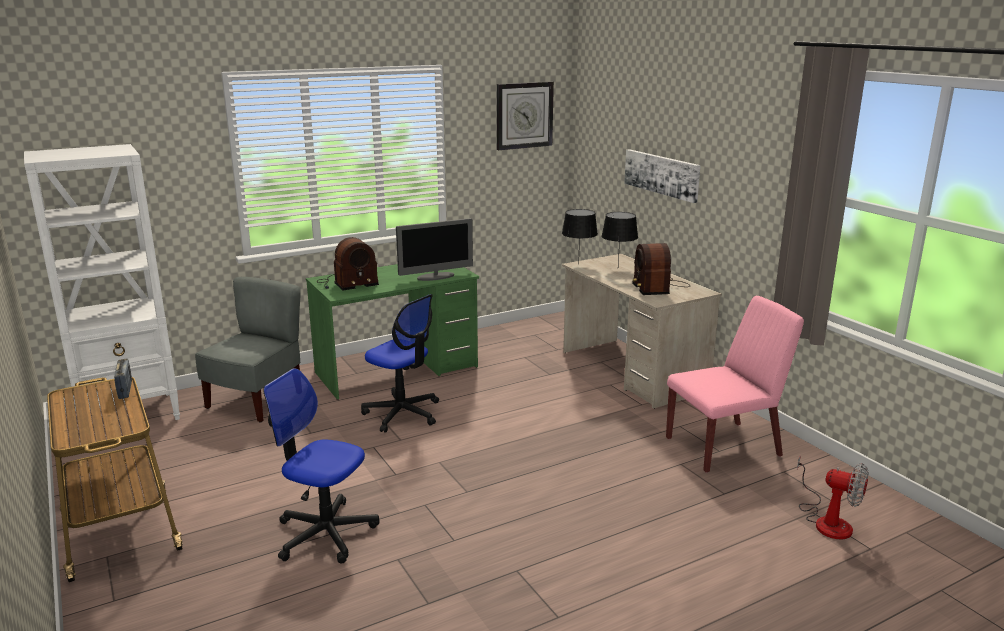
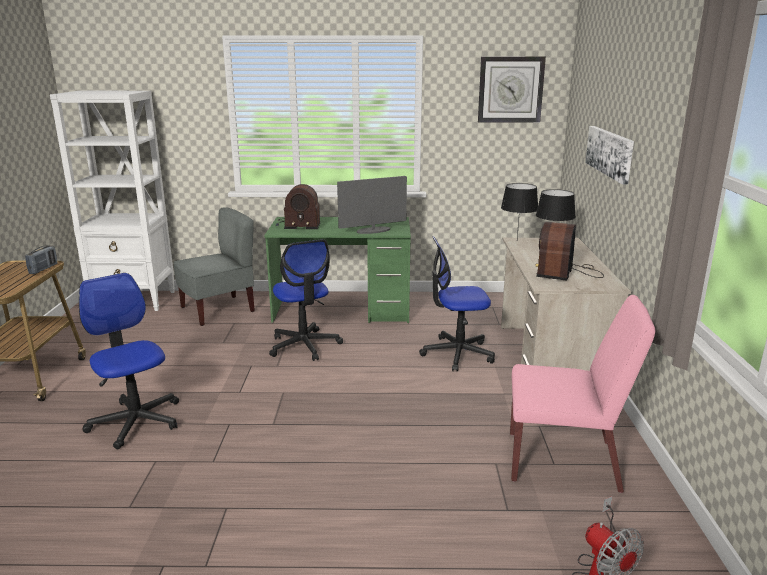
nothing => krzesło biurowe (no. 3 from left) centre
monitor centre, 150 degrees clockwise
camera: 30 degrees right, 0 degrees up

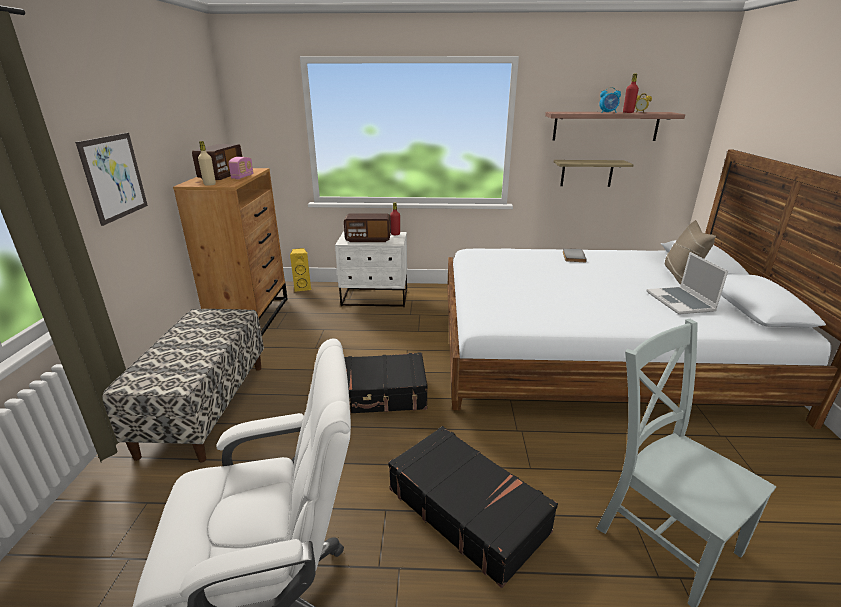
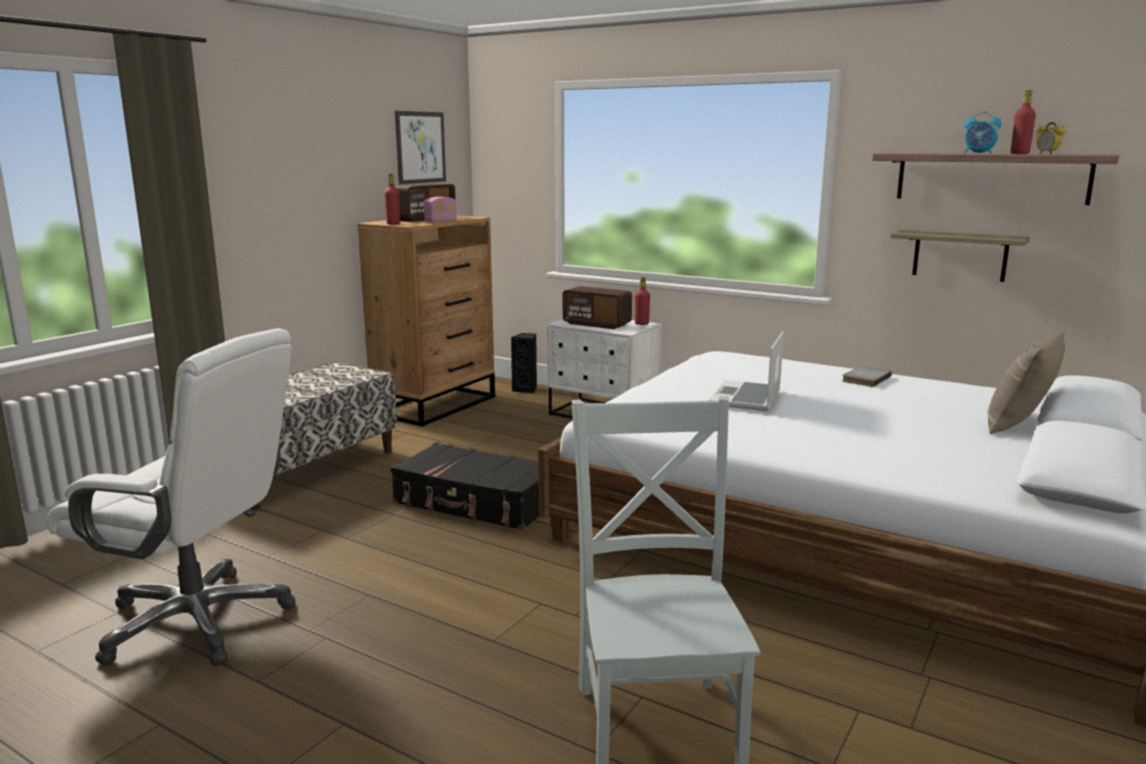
walizka/czarny (no. 2 from left) bottom centre => nothing
obraz top left => obraz top centre, relocated
laptop middle right => laptop centre, relocated
butelka/beżowy top left => butelka/czerwony (no. 1 from left) top centre
głośnik/żółty centre => głośnik/czarny centre
camera: 30 degrees right, 10 degrees down

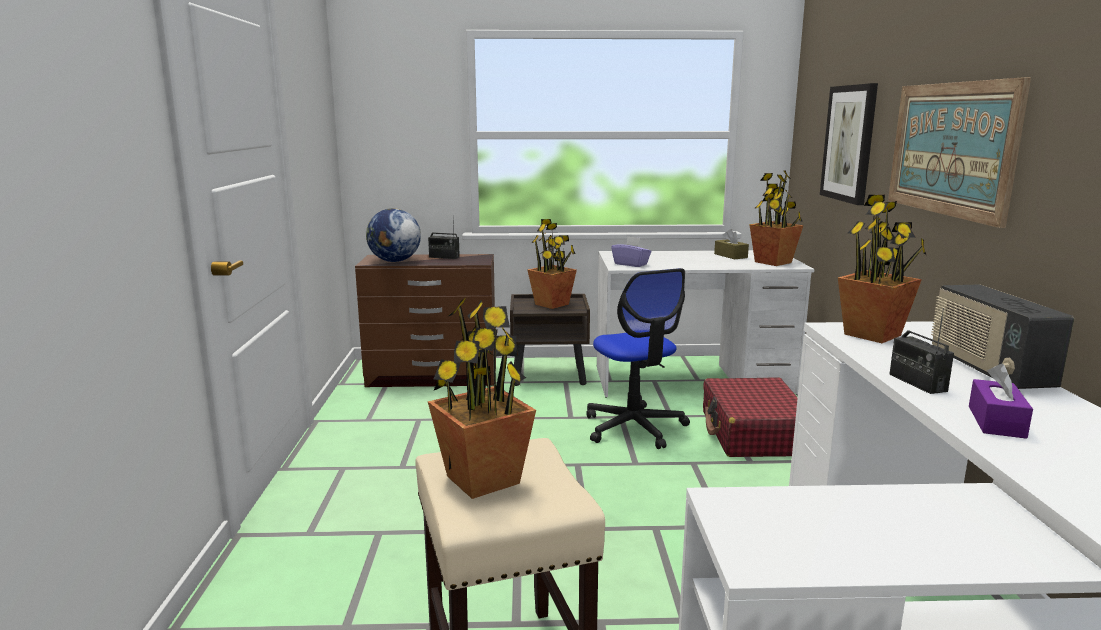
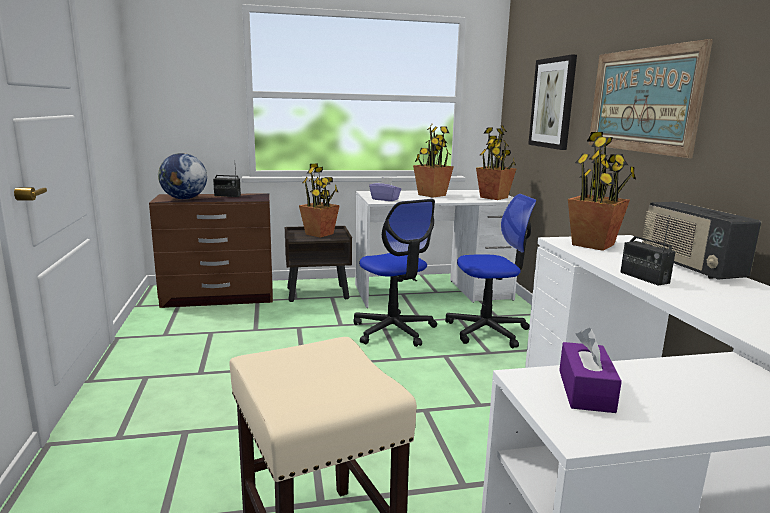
pudełko chusteczek/brązowy centre => nothing
roślina doniczkowa (no. 1 from left in the first image) centre => roślina doniczkowa (no. 2 from left) top centre, relocated
pudełko chusteczek/fioletowy (no. 2 from left) middle right => pudełko chusteczek/fioletowy (no. 2 from left) bottom right, relocated
walizka/czerwony middle right => krzesło biurowe (no. 2 from left) centre
camera: 10 degrees left, 0 degrees up

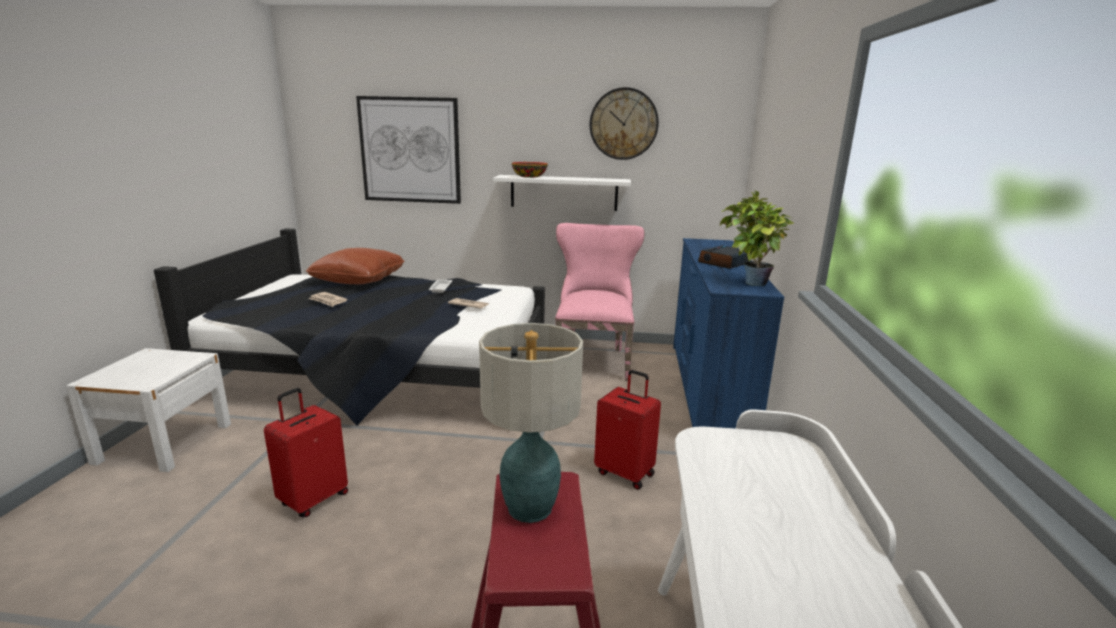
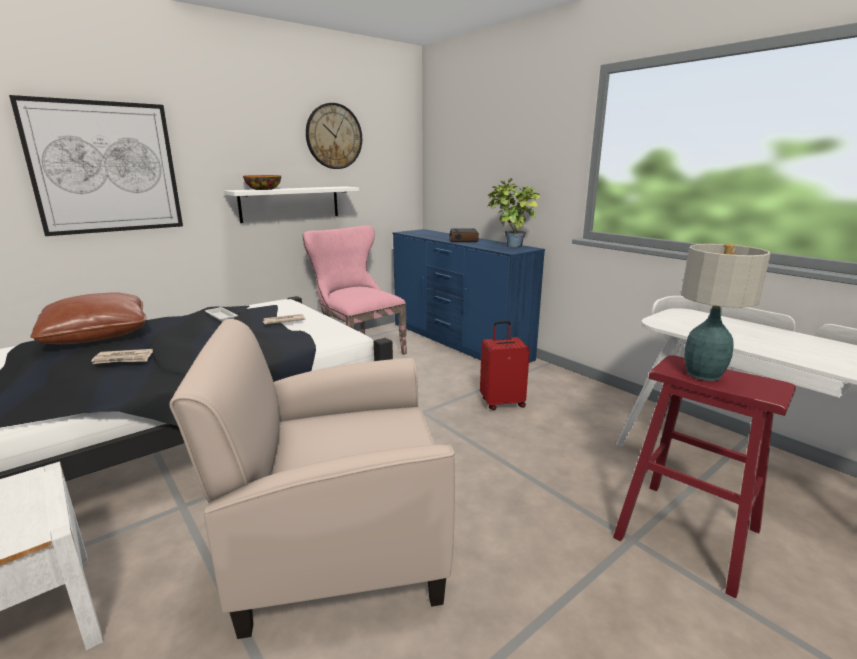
walizka/czerwony (no. 1 from left) bottom left => fotel/beżowy bottom centre
camera: 45 degrees left, 0 degrees up

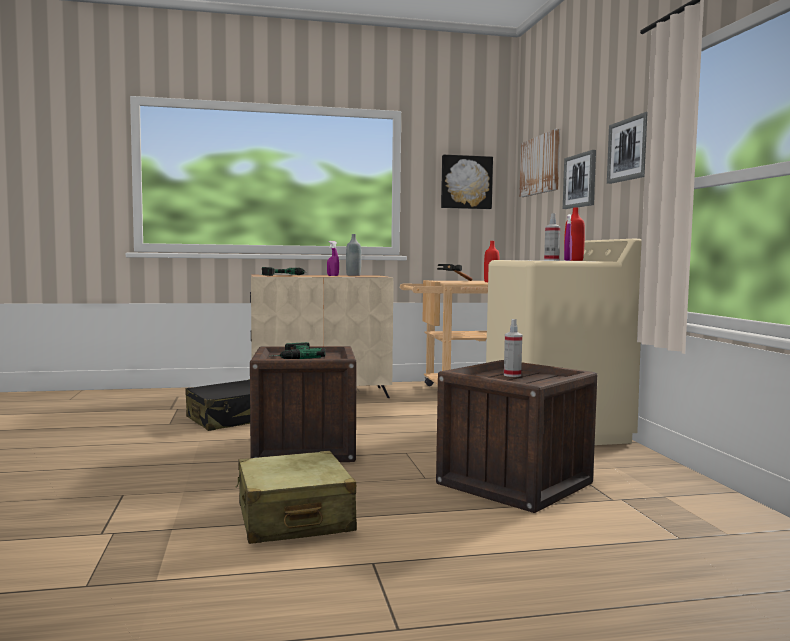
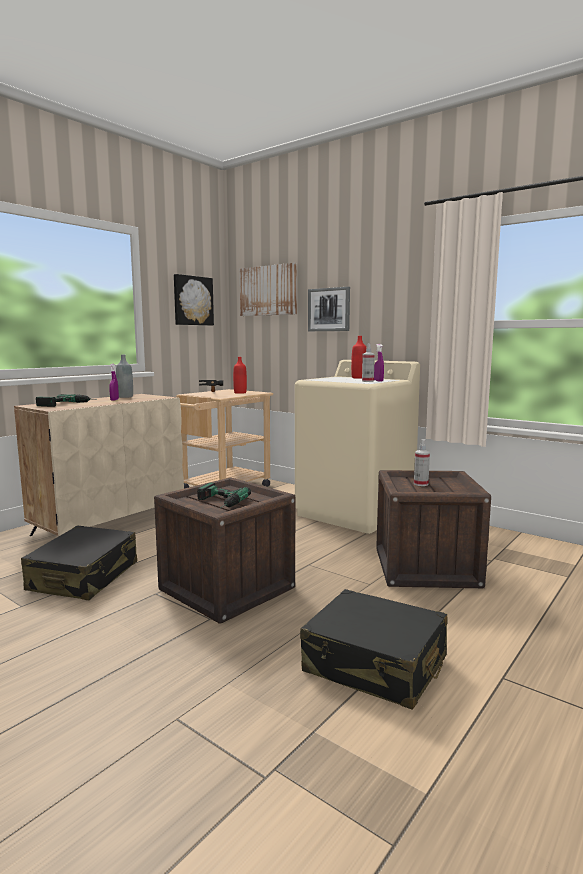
obraz (no. 4 from left) top right => nothing
walizka/beżowy bottom centre => walizka/czarny (no. 2 from left) bottom centre
camera: 40 degrees left, 5 degrees up

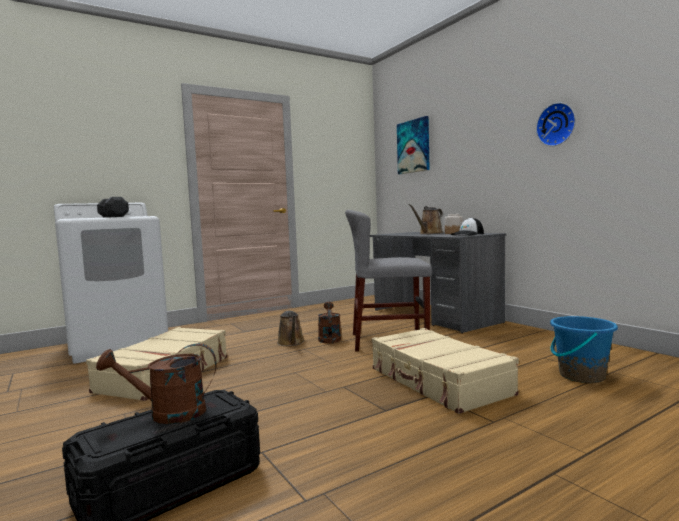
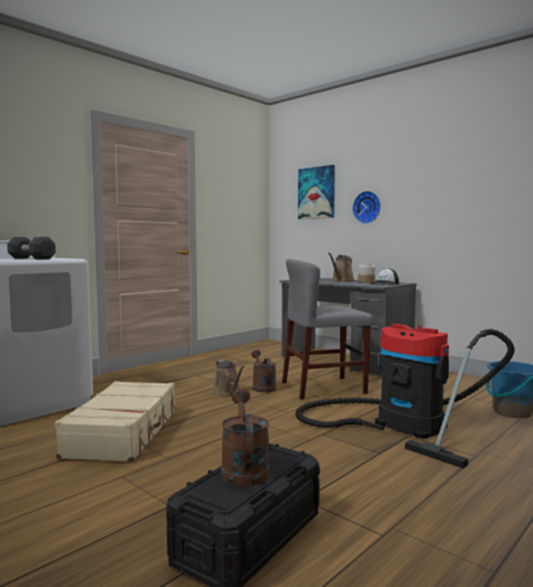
zegar ścienny top right => zegar ścienny middle right, relocated
walizka/beżowy (no. 2 from left) bottom centre => odkurzacz bottom right
konewka/brązowy (no. 1 from left in the first image) bottom left => konewka/brązowy (no. 2 from left) bottom centre, 105 degrees clockwise
camera: 15 degrees left, 0 degrees up

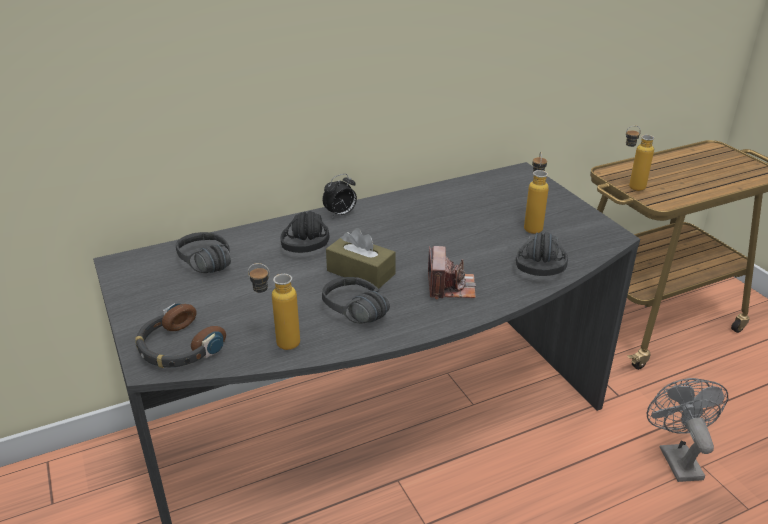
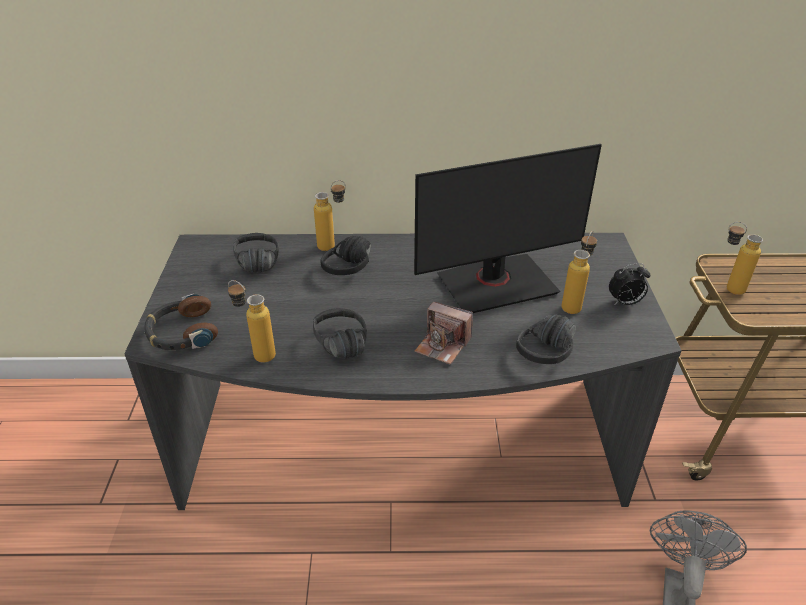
pudełko chusteczek/brązowy centre => nothing
nothing => butelka (no. 2 from left) centre
nothing => monitor centre
budzik centre => budzik middle right, relocated
aparat fotograficzny centre, 90 degrees clockwise
camera: 25 degrees right, 5 degrees up

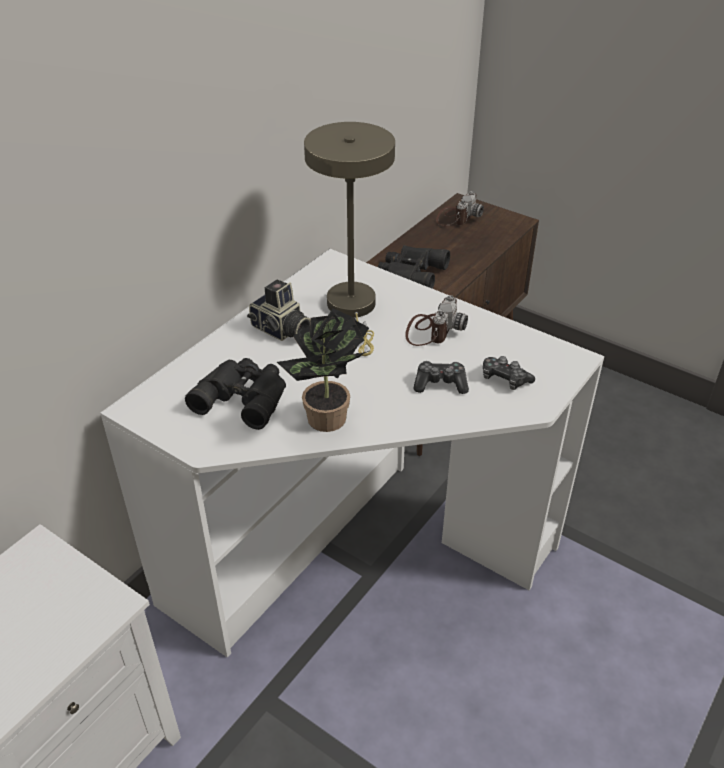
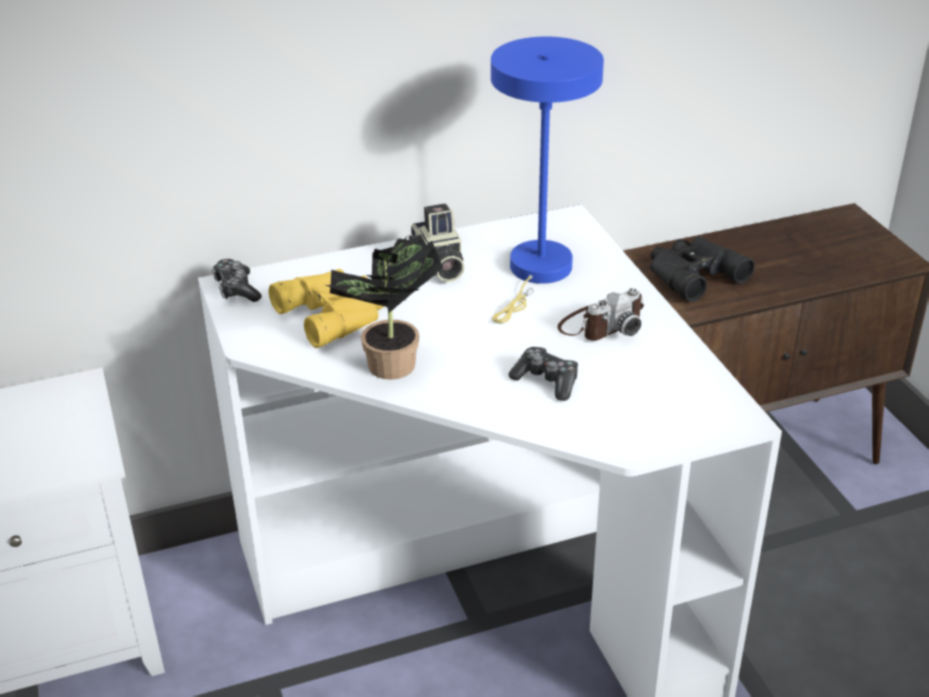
aparat fotograficzny (no. 3 from left) top centre => nothing
pad do gier (no. 2 from left in the first image) middle right => pad do gier (no. 1 from left) middle left, relocated
lornetka/czarny (no. 1 from left) middle left => lornetka/żółty centre
lampa stołowa/beżowy top centre => lampa stołowa/niebieski top centre
camera: 35 degrees right, 5 degrees down

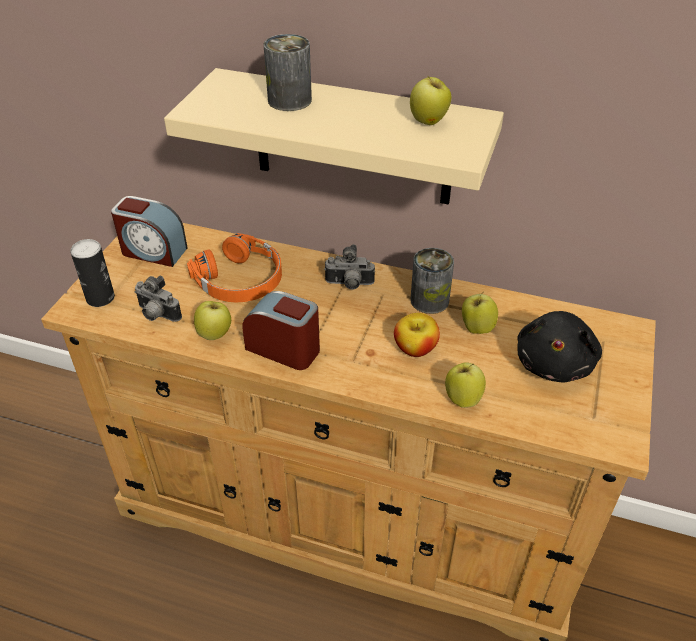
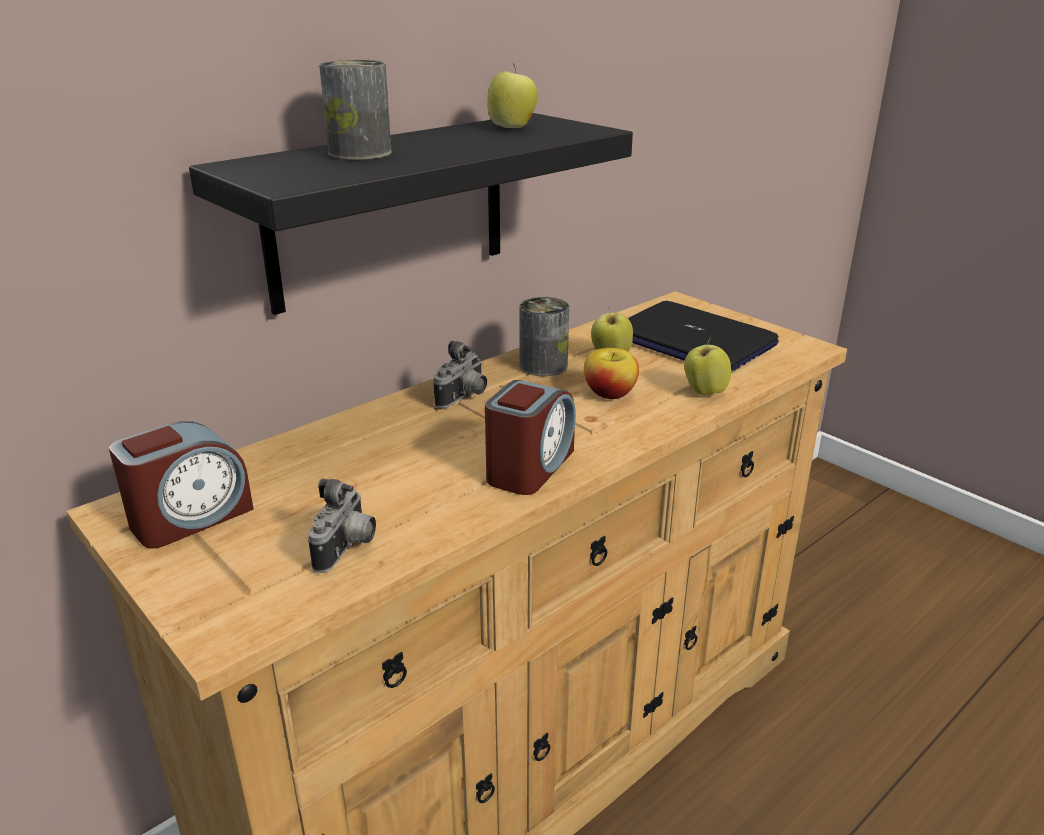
puszka (no. 1 from left) middle left => nothing
słuchawki/pomarańczowy centre => nothing
jabłko (no. 1 from left) middle left => nothing
pluszak/czarny middle right => laptop middle right
półka/beżowy top centre => półka/czarny top centre
aparat fotograficzny (no. 1 from left) middle left, 45 degrees counterclockwise
budzik (no. 2 from left) centre, 150 degrees clockwise
camera: 60 degrees left, 15 degrees down

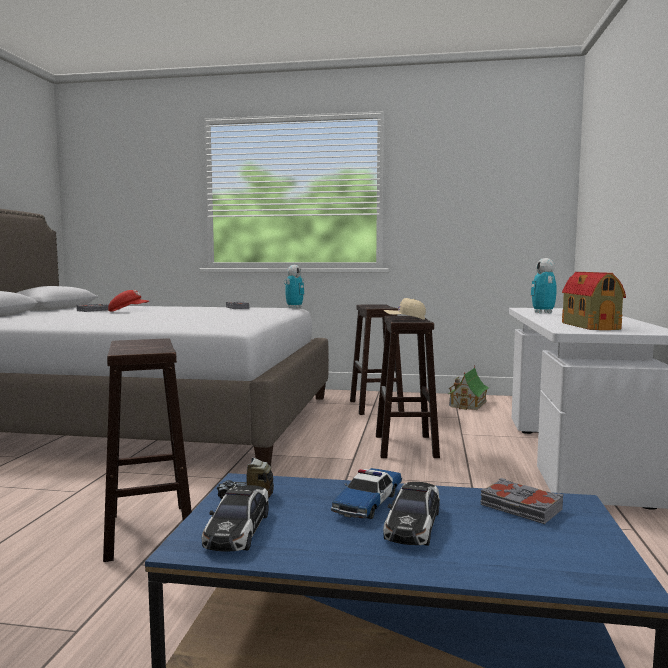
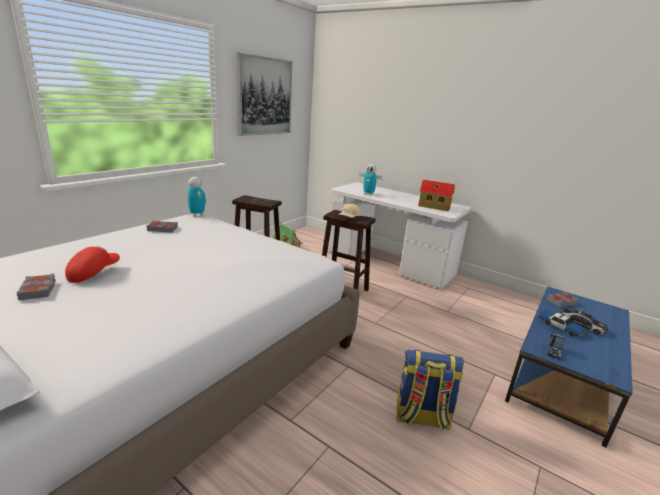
samochodzik (no. 1 from left) bottom centre => nothing
nothing => obraz top centre
stołek/brązowy (no. 1 from left) bottom left => plecak bottom centre
camera: 65 degrees left, 15 degrees up

